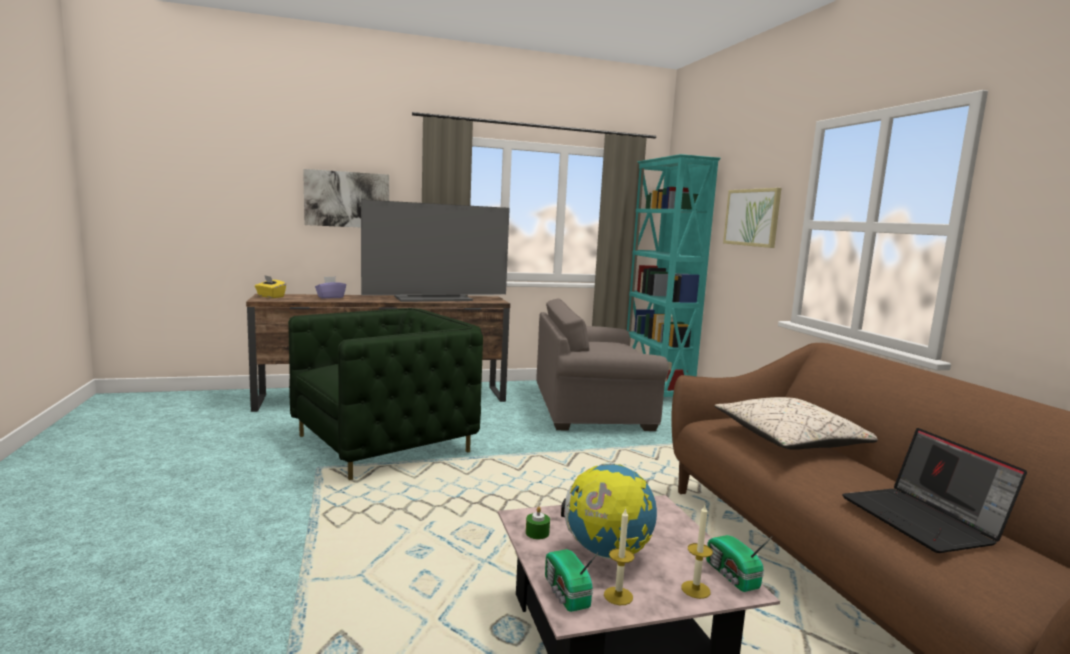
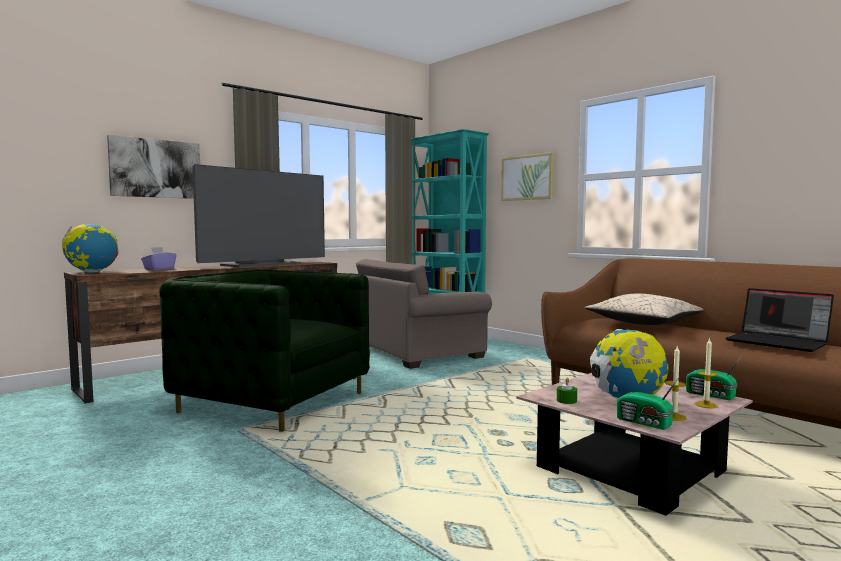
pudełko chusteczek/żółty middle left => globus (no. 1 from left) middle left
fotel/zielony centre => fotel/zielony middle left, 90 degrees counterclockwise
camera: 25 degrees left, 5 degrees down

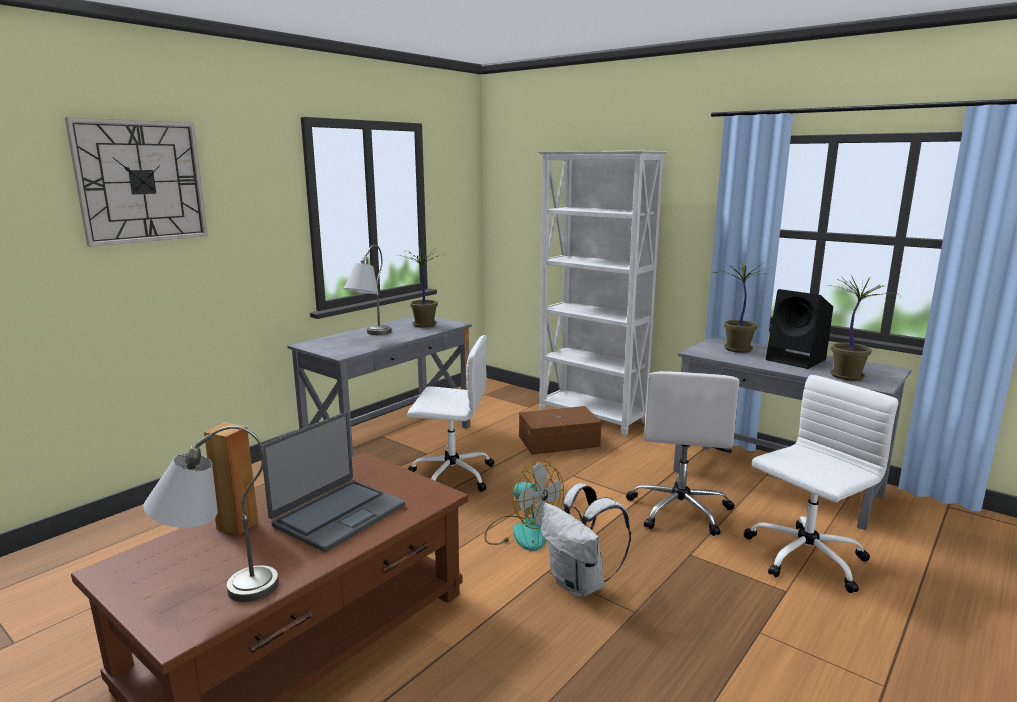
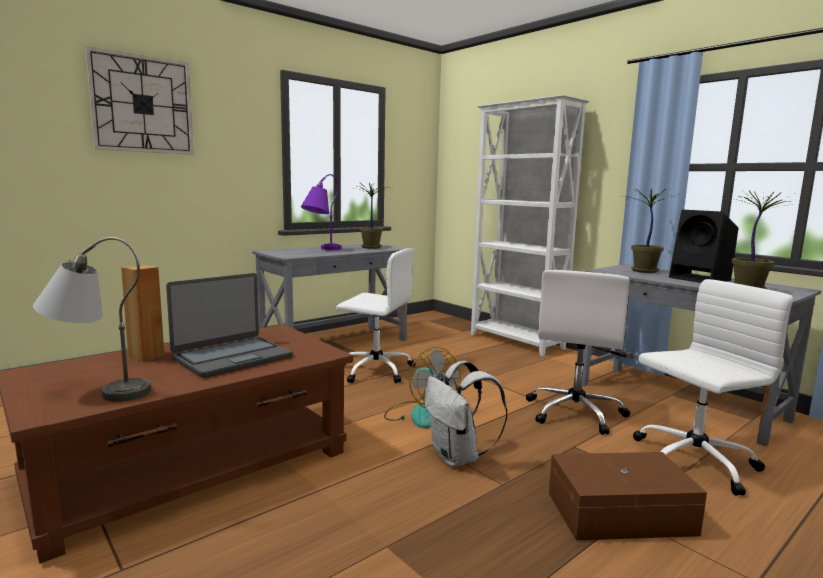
pojemnik do przechowywania/brązowy centre => pojemnik do przechowywania/brązowy bottom right, relocated
lampa stołowa/szary (no. 2 from left) centre => lampa stołowa/fioletowy centre
camera: 10 degrees right, 5 degrees down

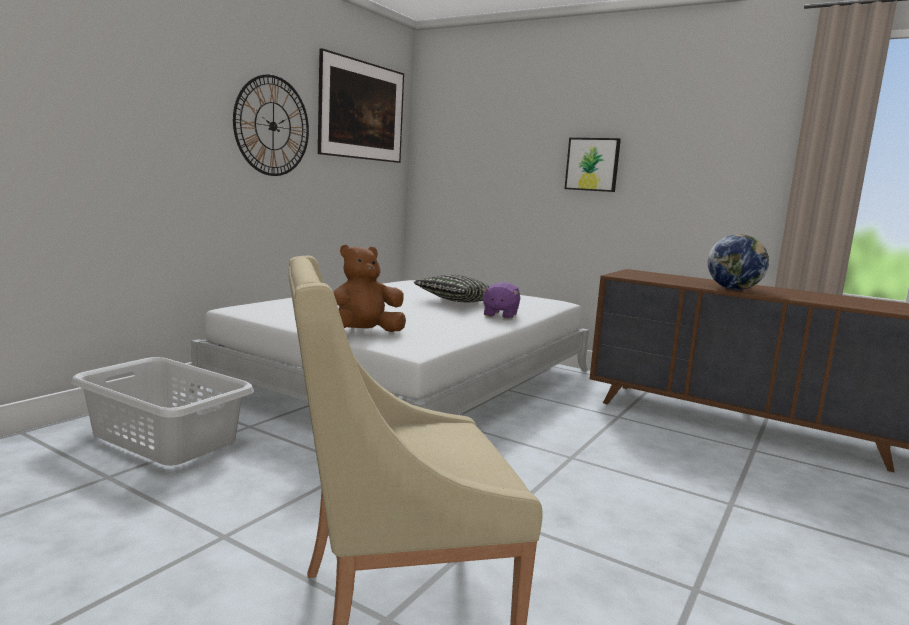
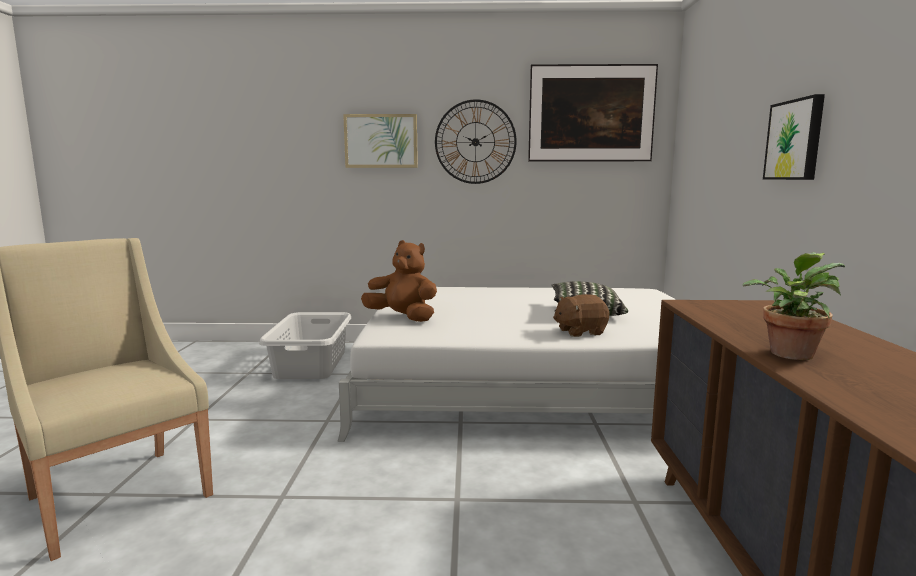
nothing => obraz (no. 1 from left) top centre
globus middle right => roślina doniczkowa middle right
pluszak/fioletowy centre => pluszak/brązowy (no. 2 from left) centre
camera: 60 degrees right, 0 degrees up

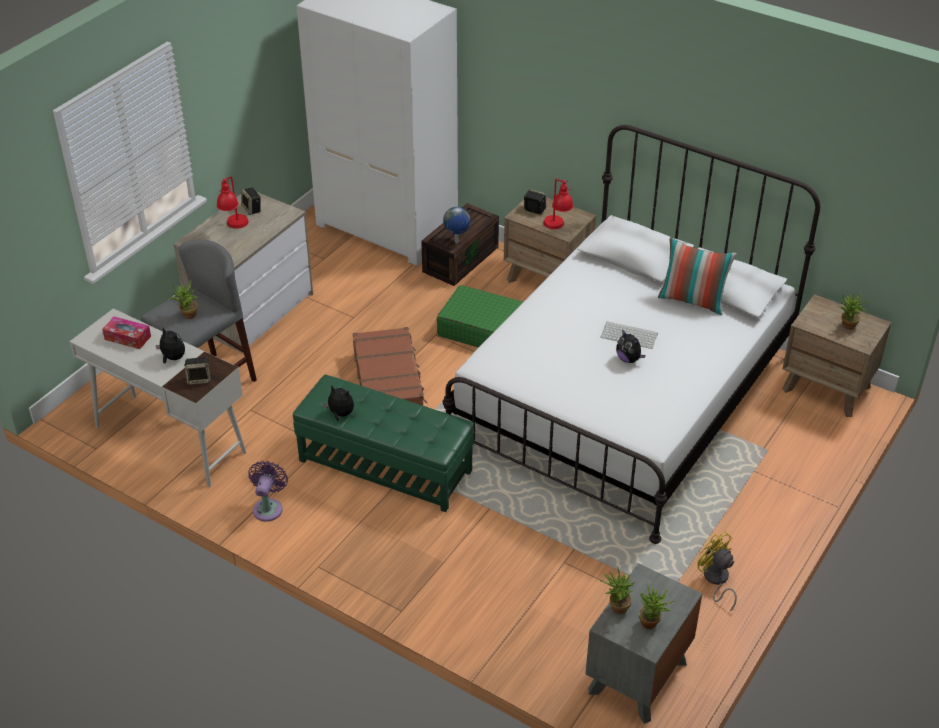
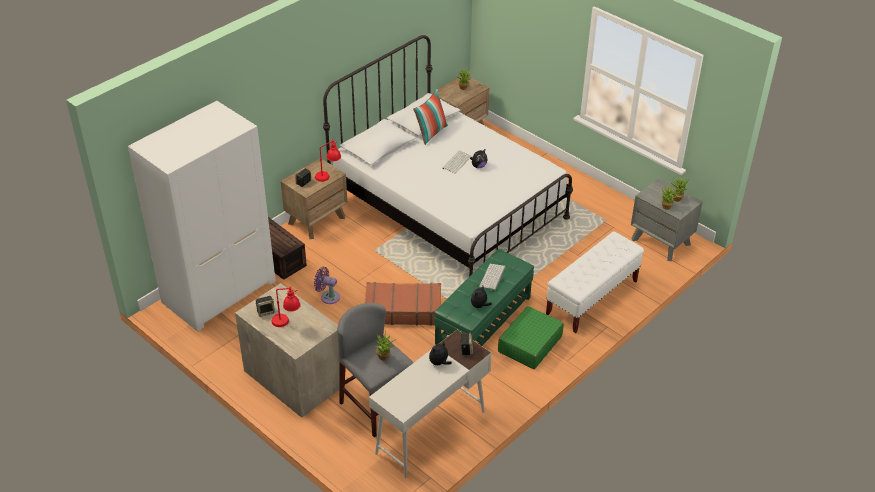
pudełko chusteczek middle left => nothing
globus top centre => nothing
wentylator/żółty bottom right => nothing
nothing => klawiatura (no. 2 from left) centre
nothing => ławka/biały middle right
wentylator/fioletowy bottom left => wentylator/fioletowy centre, relocated
walizka/zielony centre => walizka/zielony bottom centre, relocated
camera: 80 degrees left, 0 degrees up

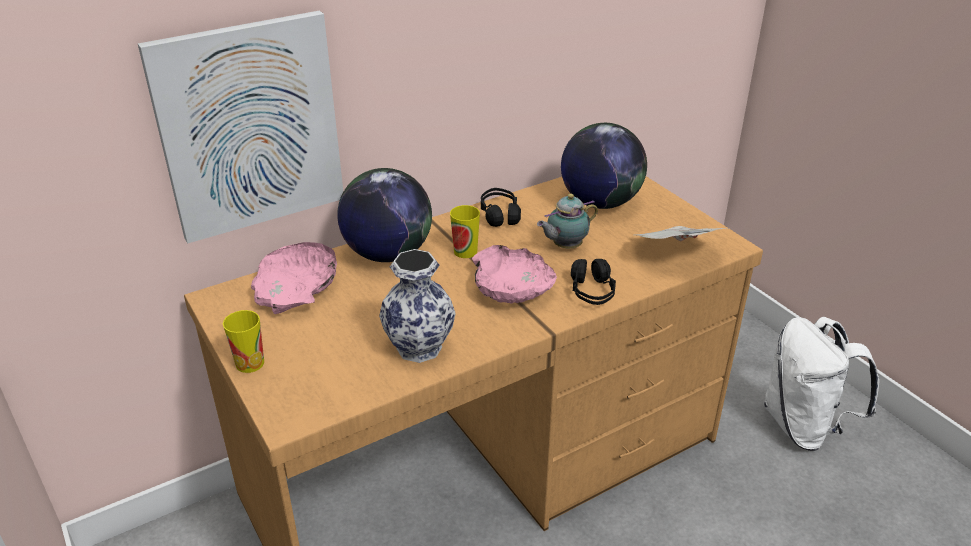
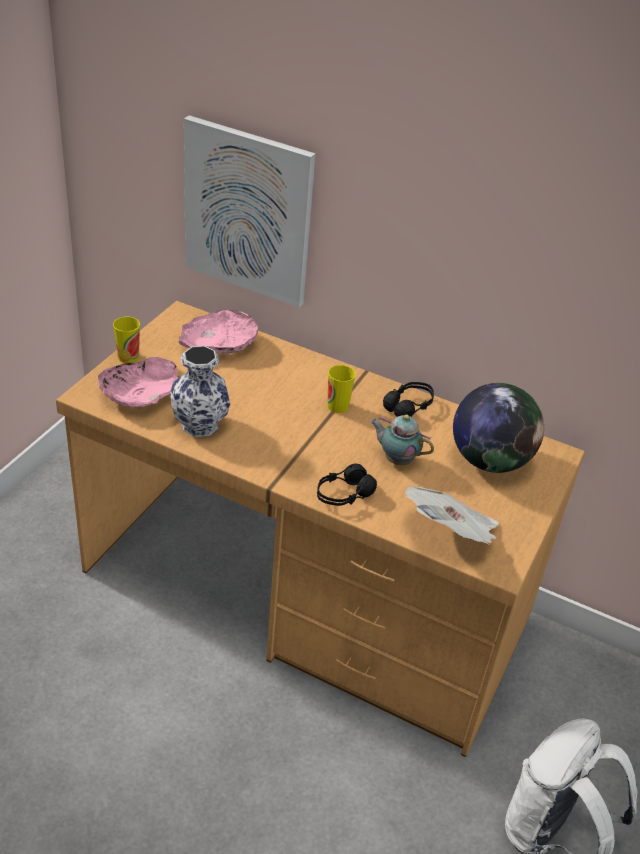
globus (no. 1 from left) centre => nothing
miska/różowy (no. 2 from left in the first image) centre => miska/różowy (no. 1 from left) middle left, relocated
camera: 55 degrees right, 5 degrees up

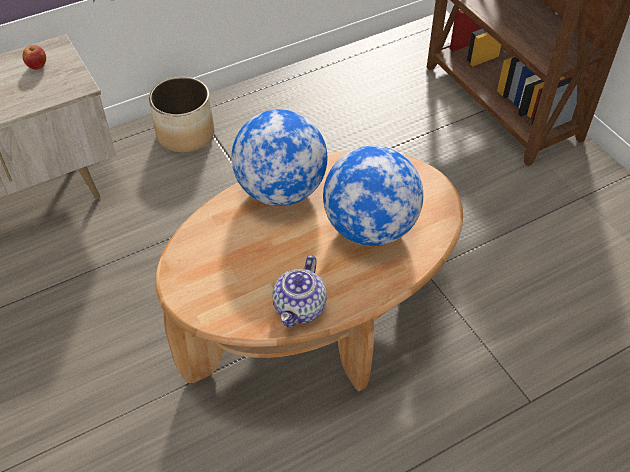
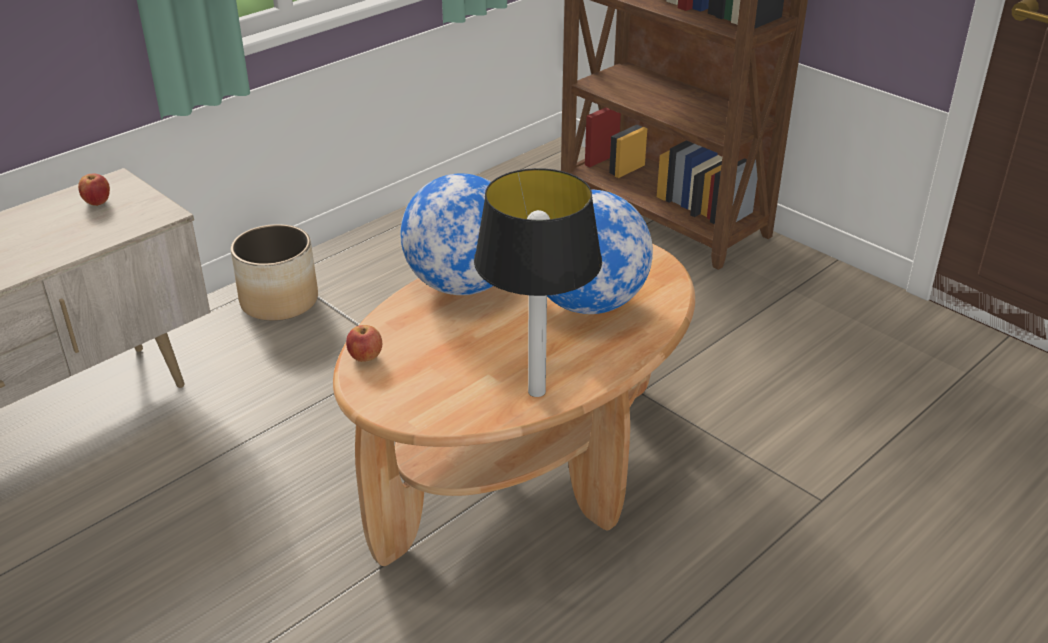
nothing => jabłko (no. 2 from left) centre
imbryk centre => lampa stołowa centre
camera: 15 degrees left, 15 degrees down

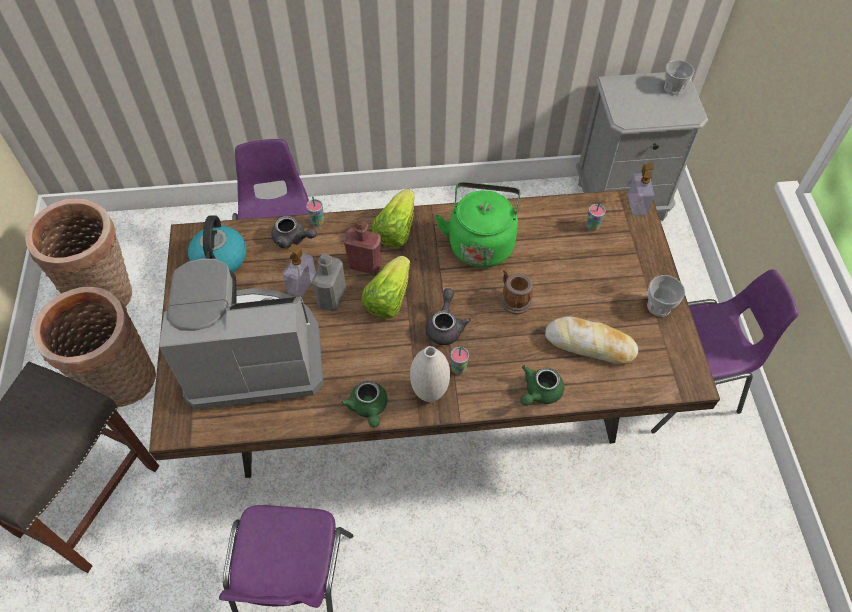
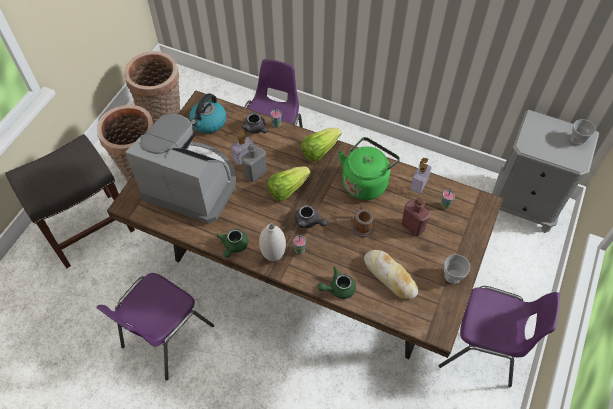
butelka/czerwony centre => butelka/czerwony middle right, relocated
dozownik mydła (no. 2 from left) top right => dozownik mydła (no. 2 from left) middle right, relocated
imbryk/szary (no. 2 from left) centre, 90 degrees clockwise
camera: 30 degrees right, 0 degrees up

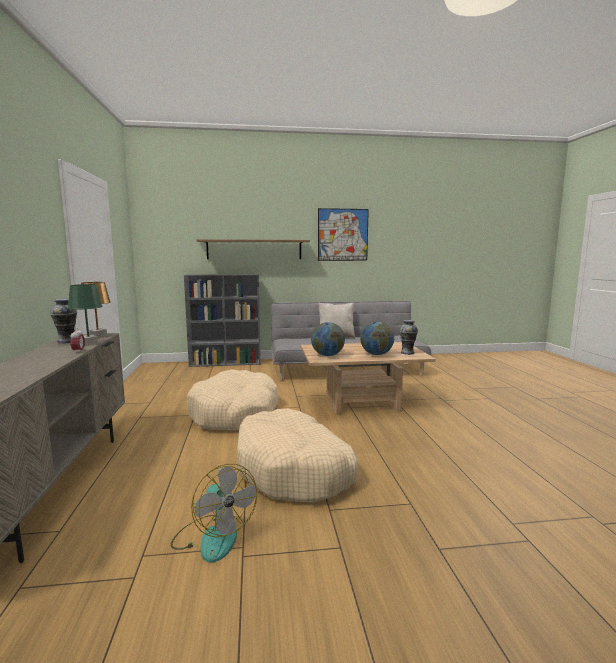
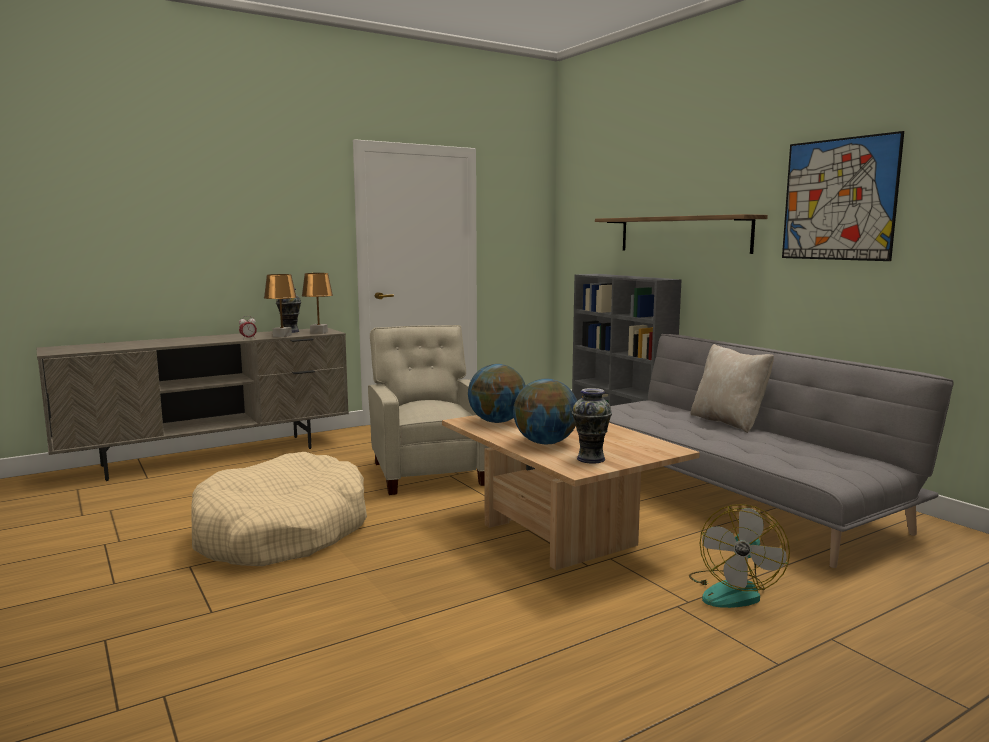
wentylator bottom centre => wentylator bottom right, relocated
legowisko/beżowy (no. 1 from left) centre => fotel/beżowy centre
lampa stołowa/zielony middle left => lampa stołowa/brązowy (no. 1 from left) middle left
camera: 65 degrees right, 0 degrees up

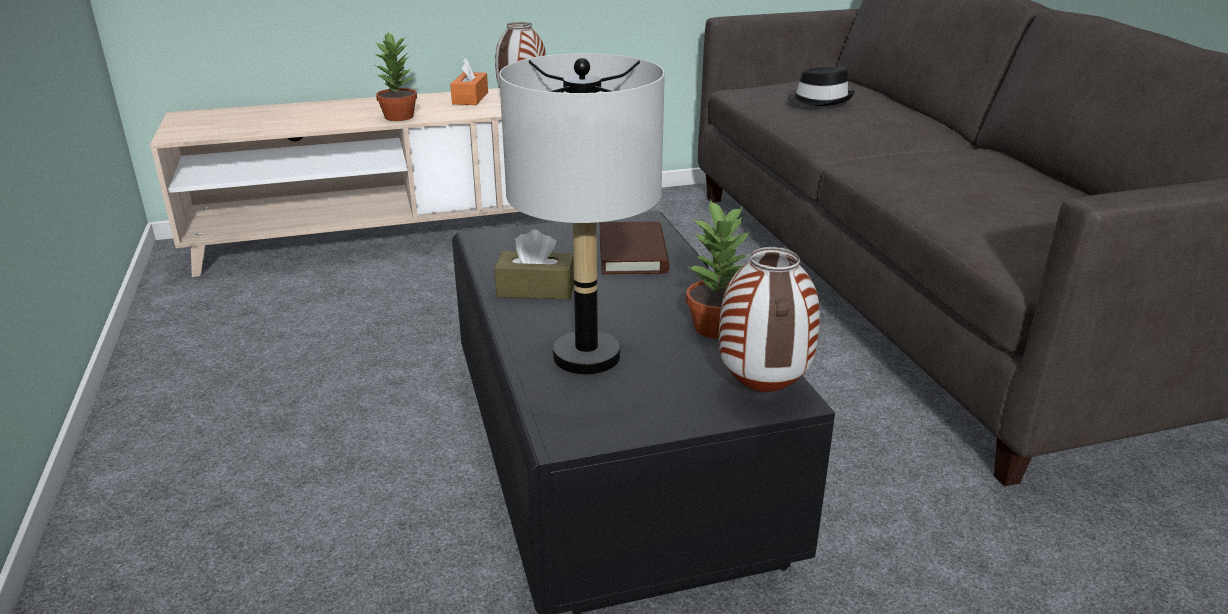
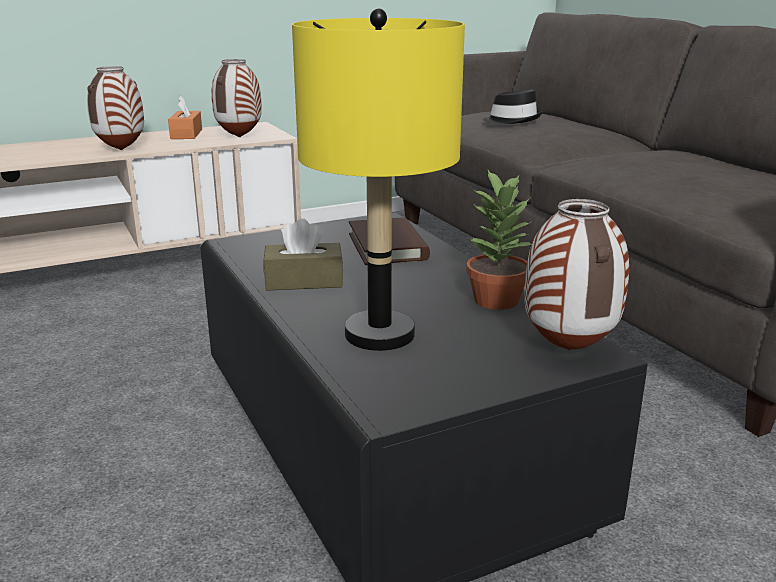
roślina doniczkowa (no. 1 from left) top left => wazon (no. 1 from left) top left
lampa stołowa/szary centre => lampa stołowa/żółty top centre
camera: 10 degrees left, 5 degrees down

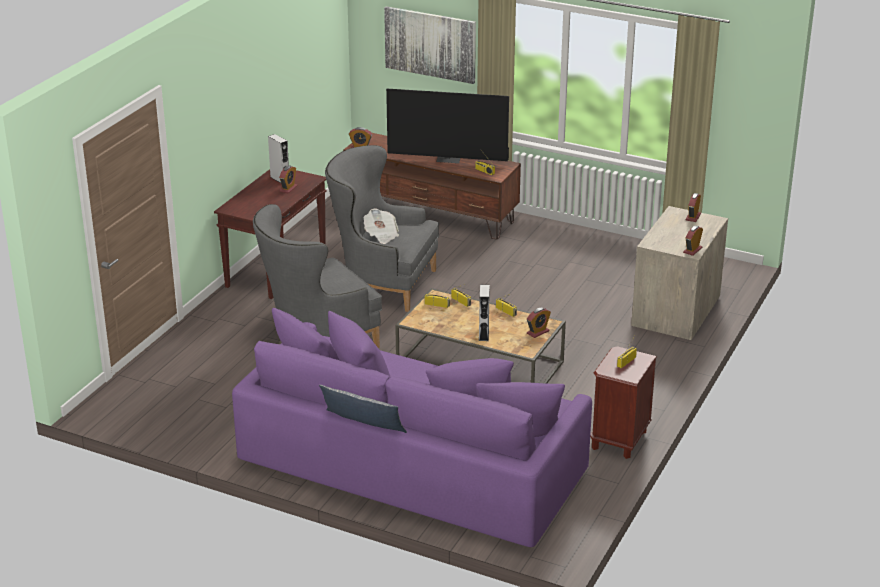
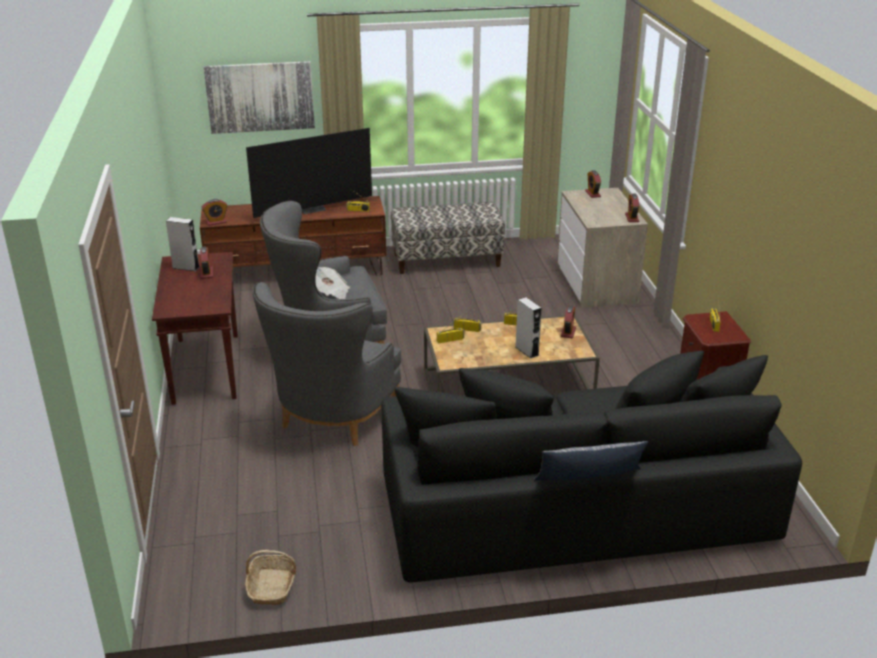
nothing => koszyk bottom left
nothing => ławka centre
kanapa/fioletowy bottom centre => kanapa/czarny bottom right
camera: 35 degrees left, 0 degrees up

